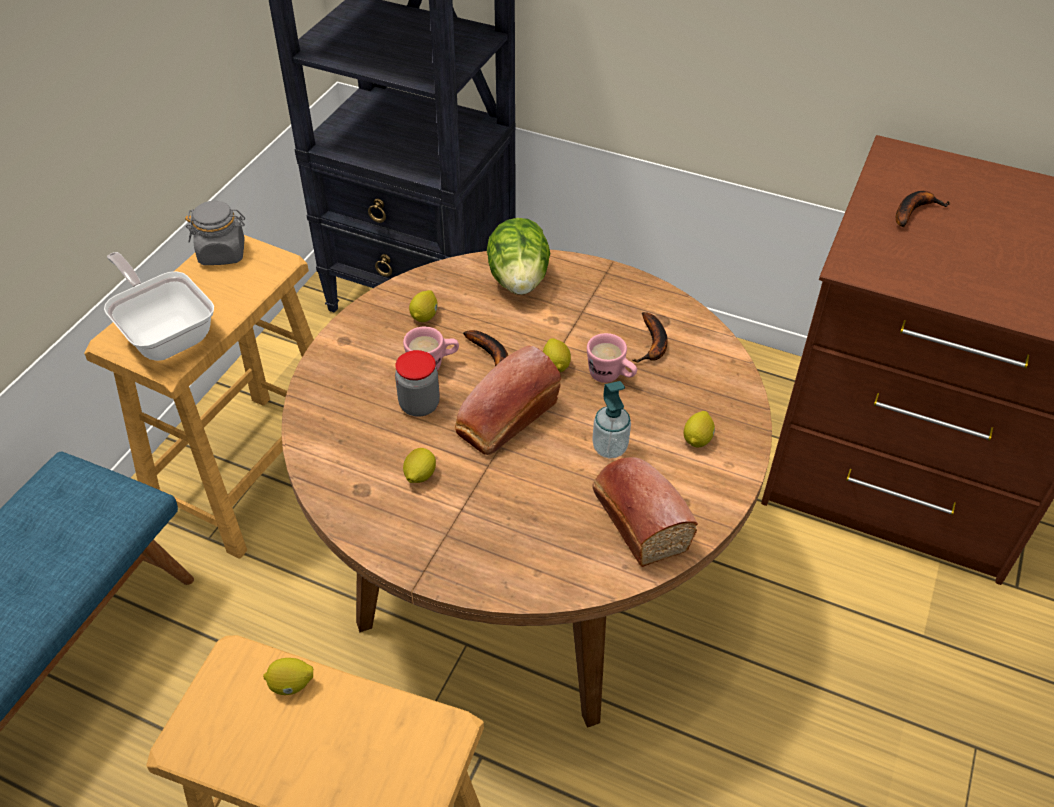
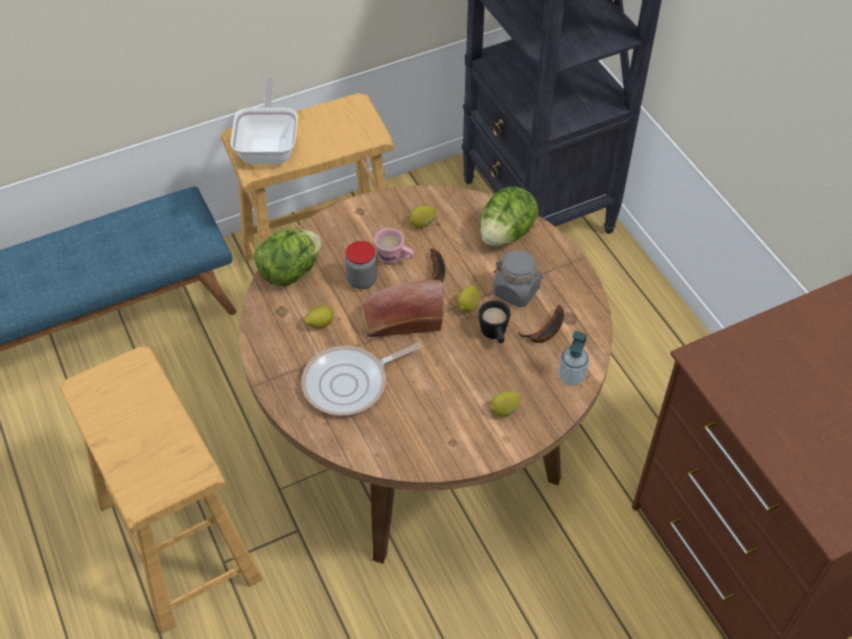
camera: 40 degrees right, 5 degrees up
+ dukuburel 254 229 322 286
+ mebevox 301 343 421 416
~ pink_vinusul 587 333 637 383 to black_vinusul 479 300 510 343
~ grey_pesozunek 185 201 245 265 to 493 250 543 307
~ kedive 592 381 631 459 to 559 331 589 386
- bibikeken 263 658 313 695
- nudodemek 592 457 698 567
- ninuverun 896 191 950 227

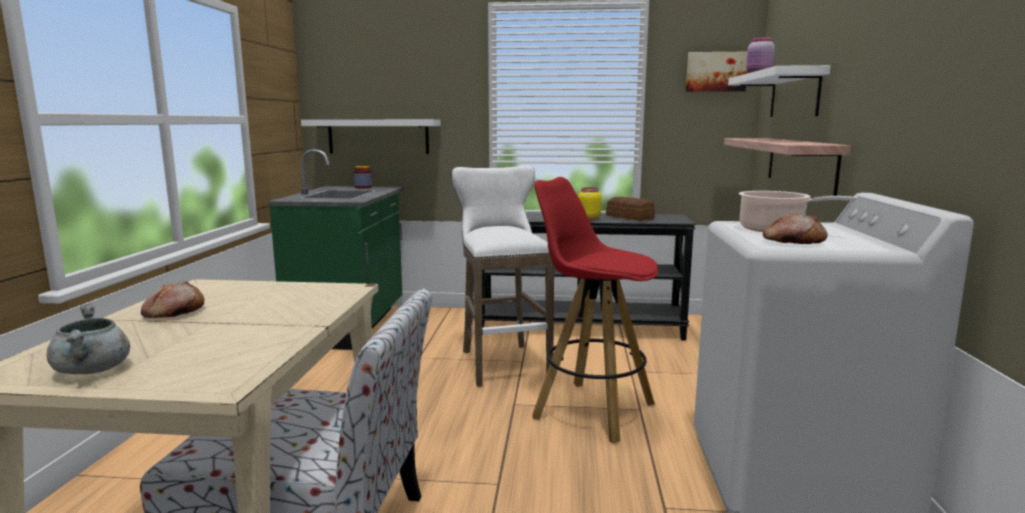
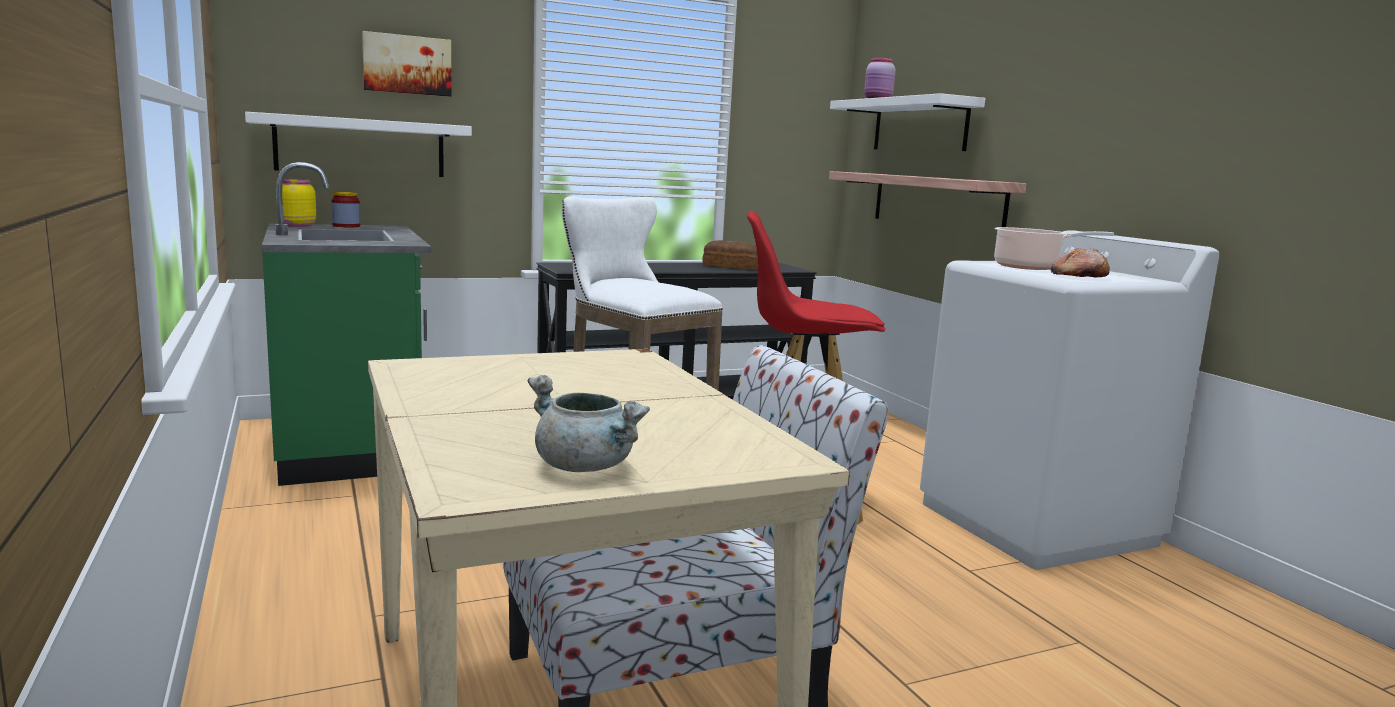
camera: 30 degrees left, 0 degrees up
~ yellow_pesozunek 578 187 601 221 to 282 179 316 227
~ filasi 686 52 747 92 to 362 31 452 97
- nudodemek 141 281 204 318

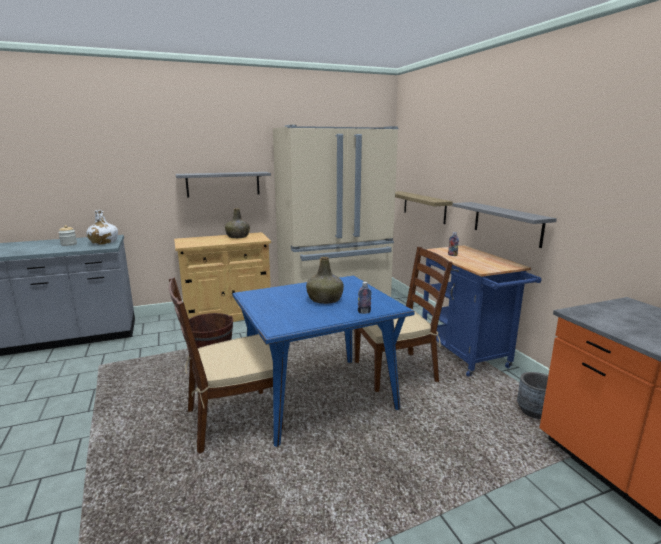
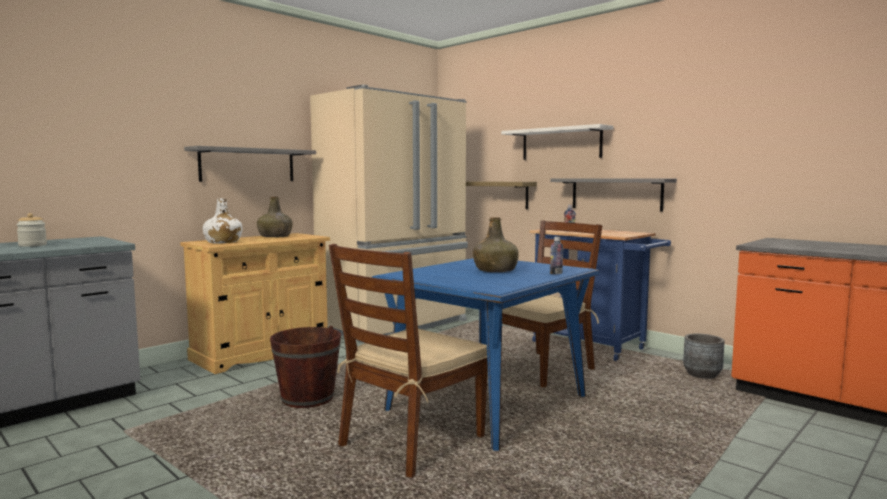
camera: 25 degrees left, 10 degrees down
~ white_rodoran 86 210 118 245 to 203 198 242 244
+ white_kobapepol 501 124 614 160

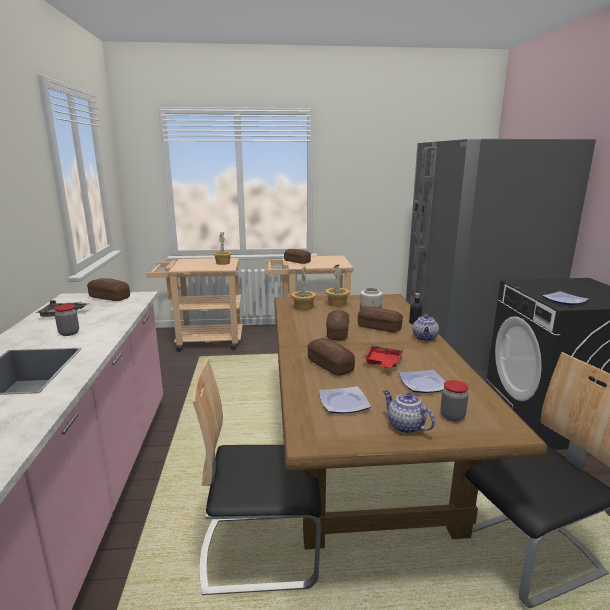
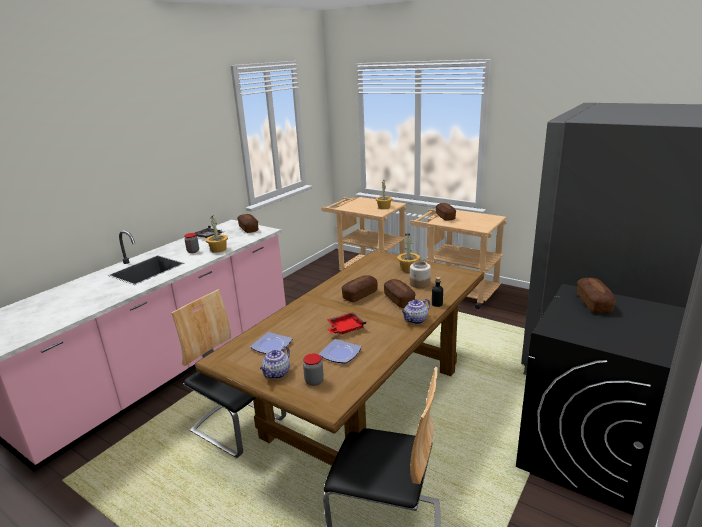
camera: 40 degrees right, 5 degrees up
~ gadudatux 291 267 316 311 to 206 215 228 253
~ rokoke 383 390 435 434 = 260 346 290 379 150 degrees counterclockwise
~ nudodemek 307 338 355 376 to 577 278 616 313
- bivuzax 542 291 589 305

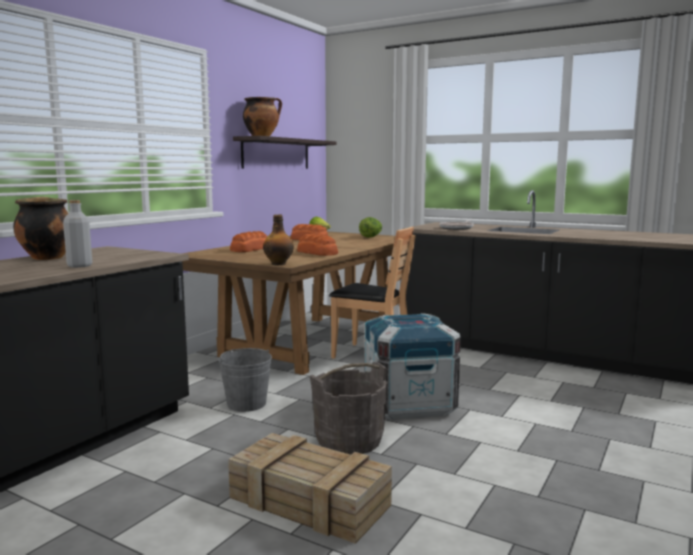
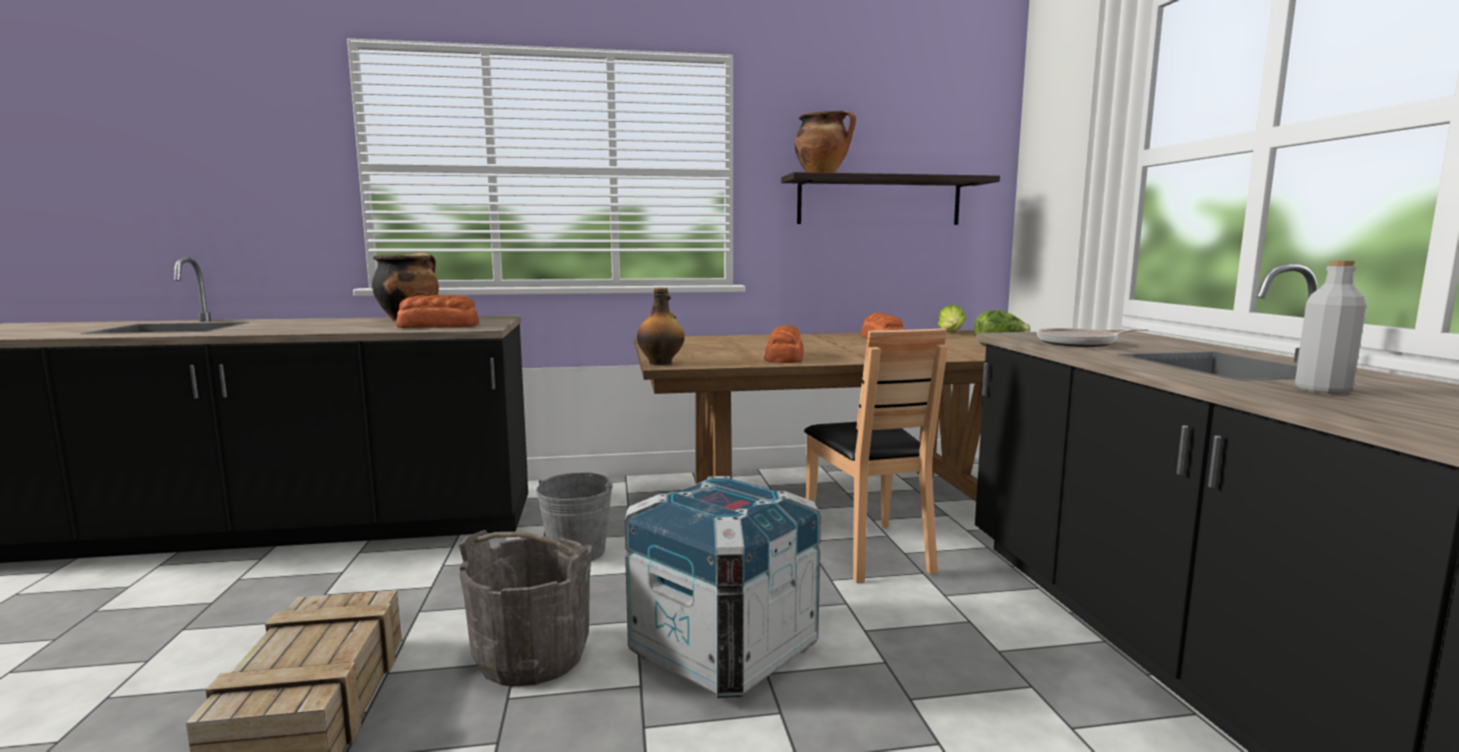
camera: 50 degrees right, 0 degrees up
~ nudodemek 230 231 267 252 to 396 295 479 328
~ grey_rodoran 63 200 92 268 to 1295 260 1367 394

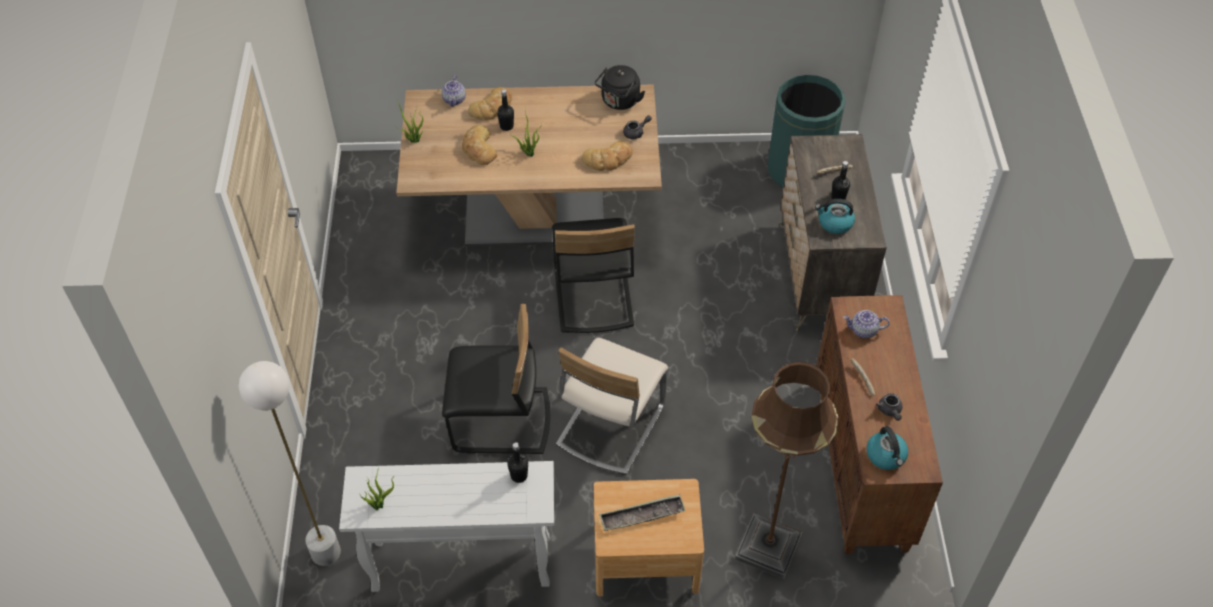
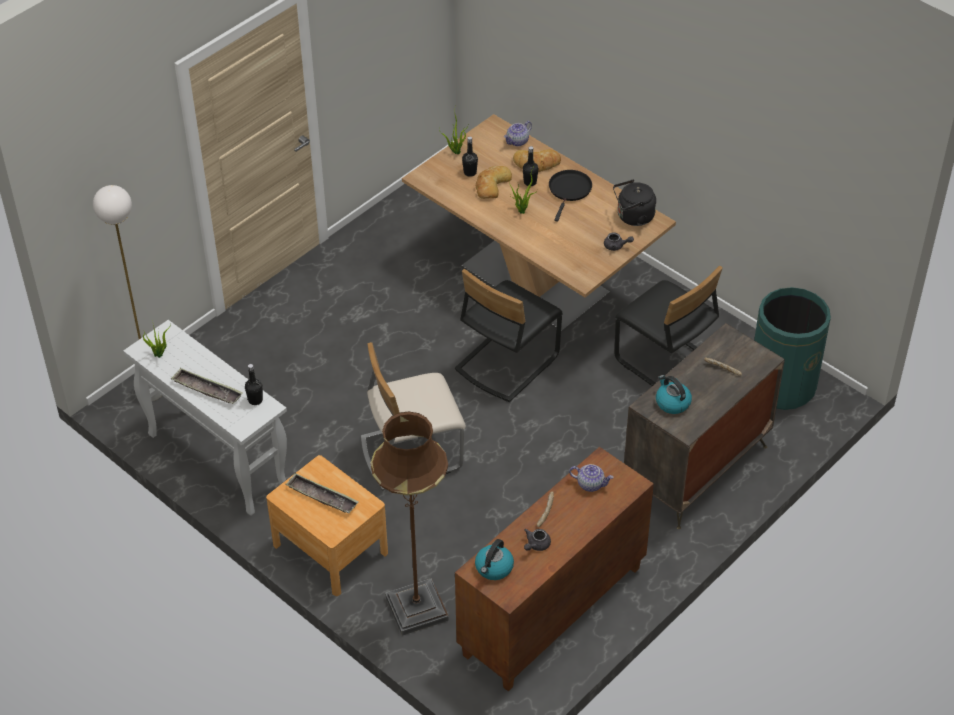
camera: 45 degrees right, 5 degrees down
+ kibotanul 171 368 243 404
~ black_rodoran 831 161 850 200 to 462 137 478 177
+ black_mebevox 549 170 592 222
~ rokoke 843 310 890 338 = 569 464 614 492 150 degrees clockwise
~ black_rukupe 442 304 550 454 to 614 266 723 386
- nudodemek 581 141 633 171

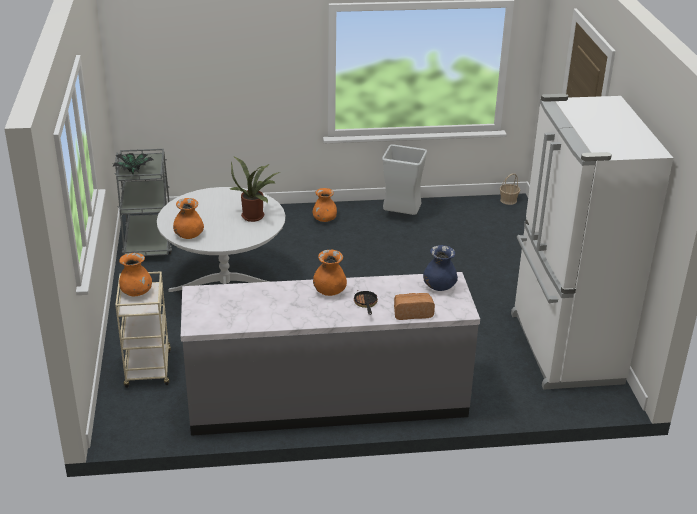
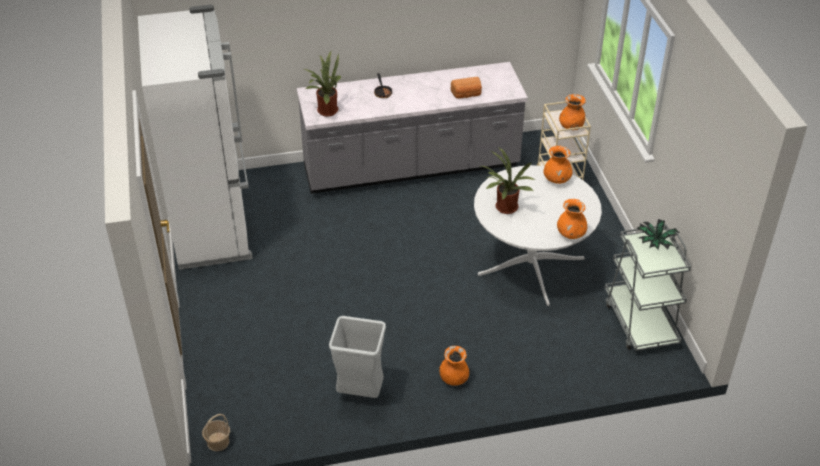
camera: 175 degrees right, 10 degrees up
~ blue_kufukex 423 245 458 291 to gadudatux 304 51 341 116
~ nudodemek 394 293 435 320 to 451 77 482 99
~ orange_kufukex 313 250 347 296 to 557 199 587 239

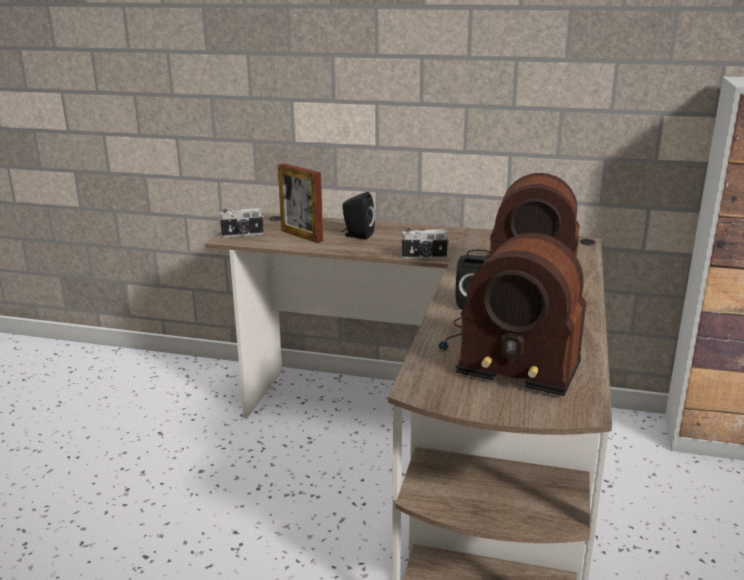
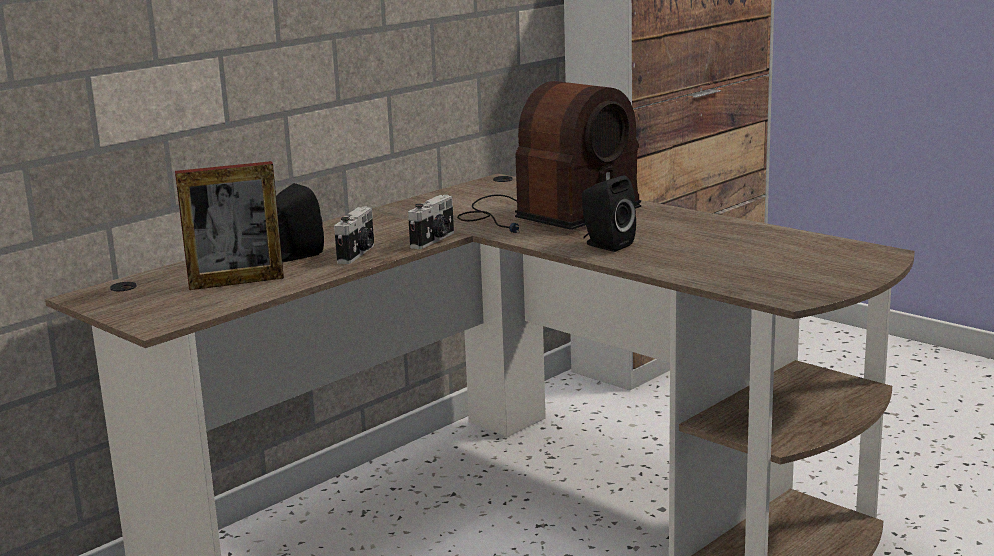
camera: 60 degrees left, 5 degrees down
~ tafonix 219 208 264 237 to 334 207 374 264
- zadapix 439 233 586 396

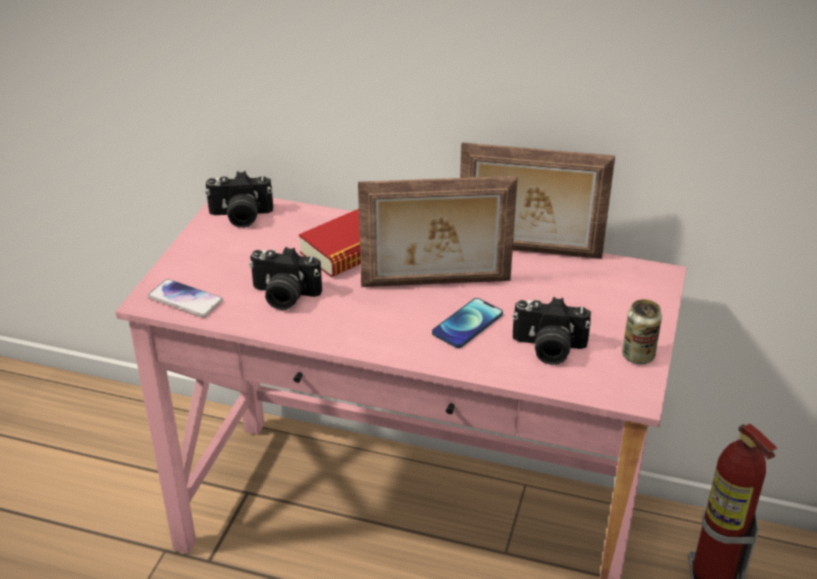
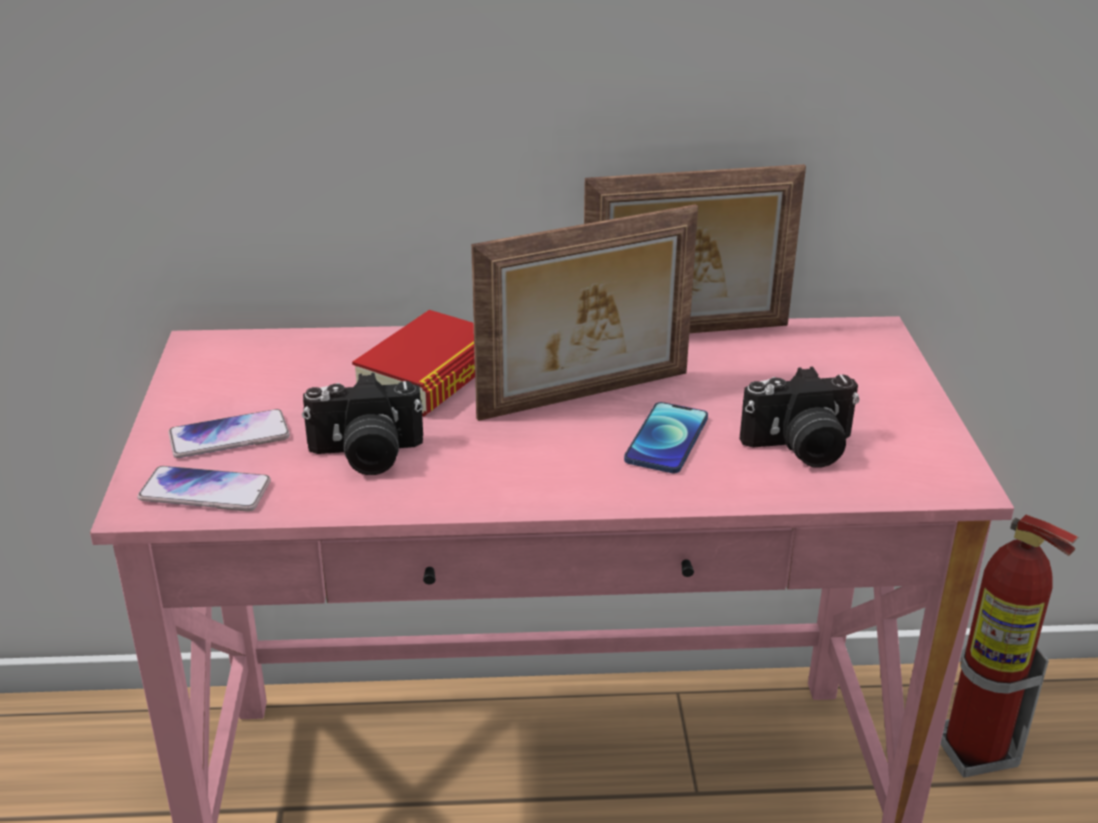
camera: 20 degrees left, 5 degrees down
+ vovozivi 168 409 290 458
- tafonix 205 171 273 228
- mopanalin 622 299 662 364

